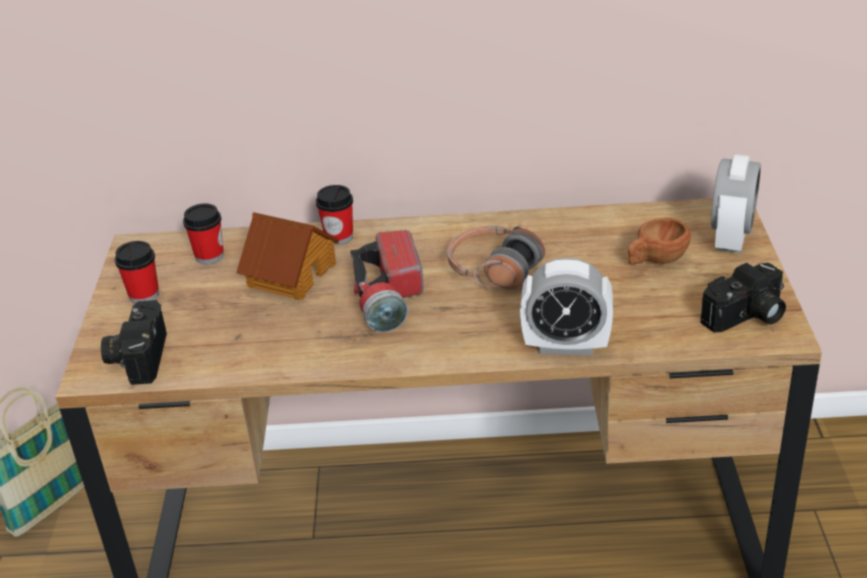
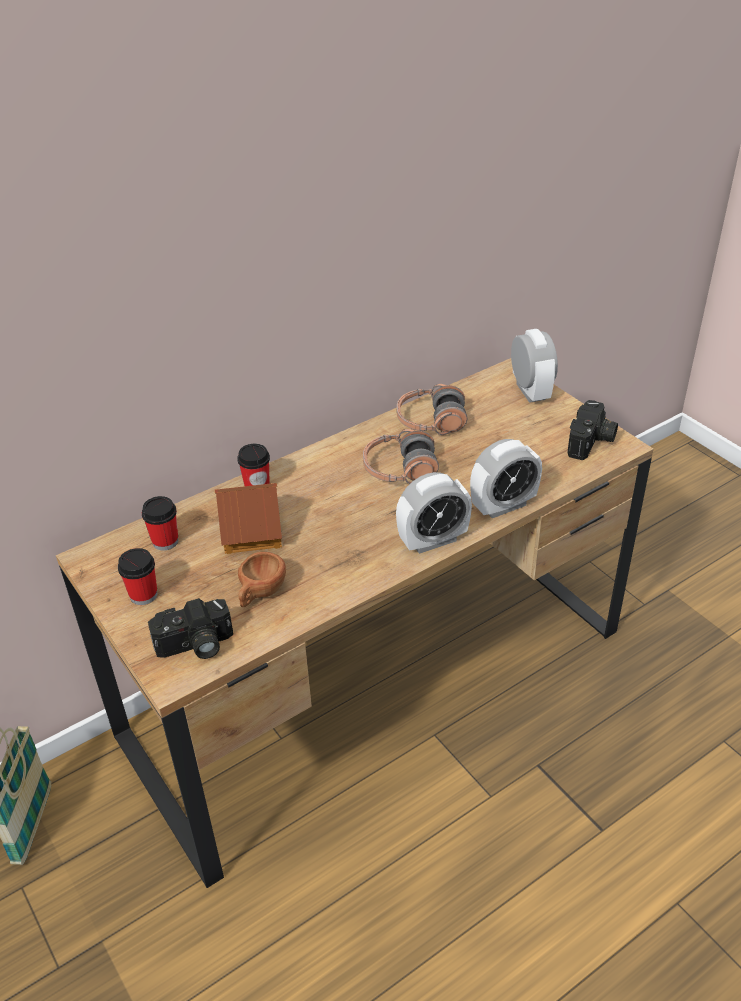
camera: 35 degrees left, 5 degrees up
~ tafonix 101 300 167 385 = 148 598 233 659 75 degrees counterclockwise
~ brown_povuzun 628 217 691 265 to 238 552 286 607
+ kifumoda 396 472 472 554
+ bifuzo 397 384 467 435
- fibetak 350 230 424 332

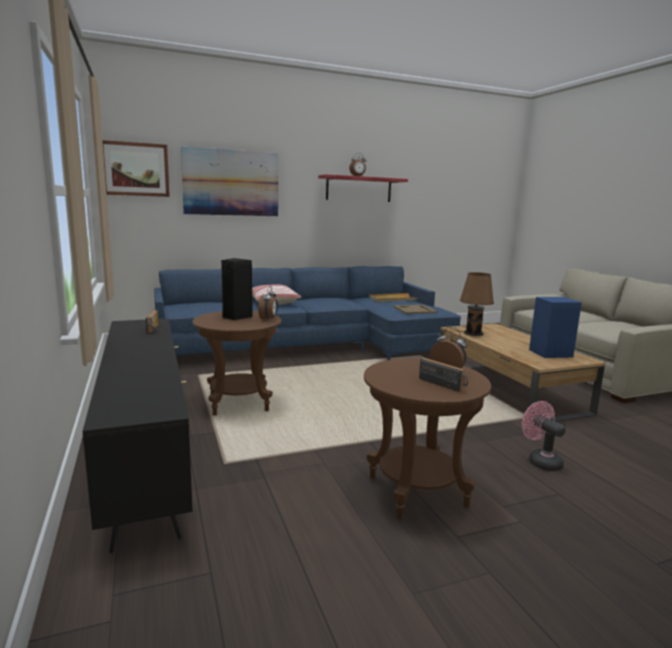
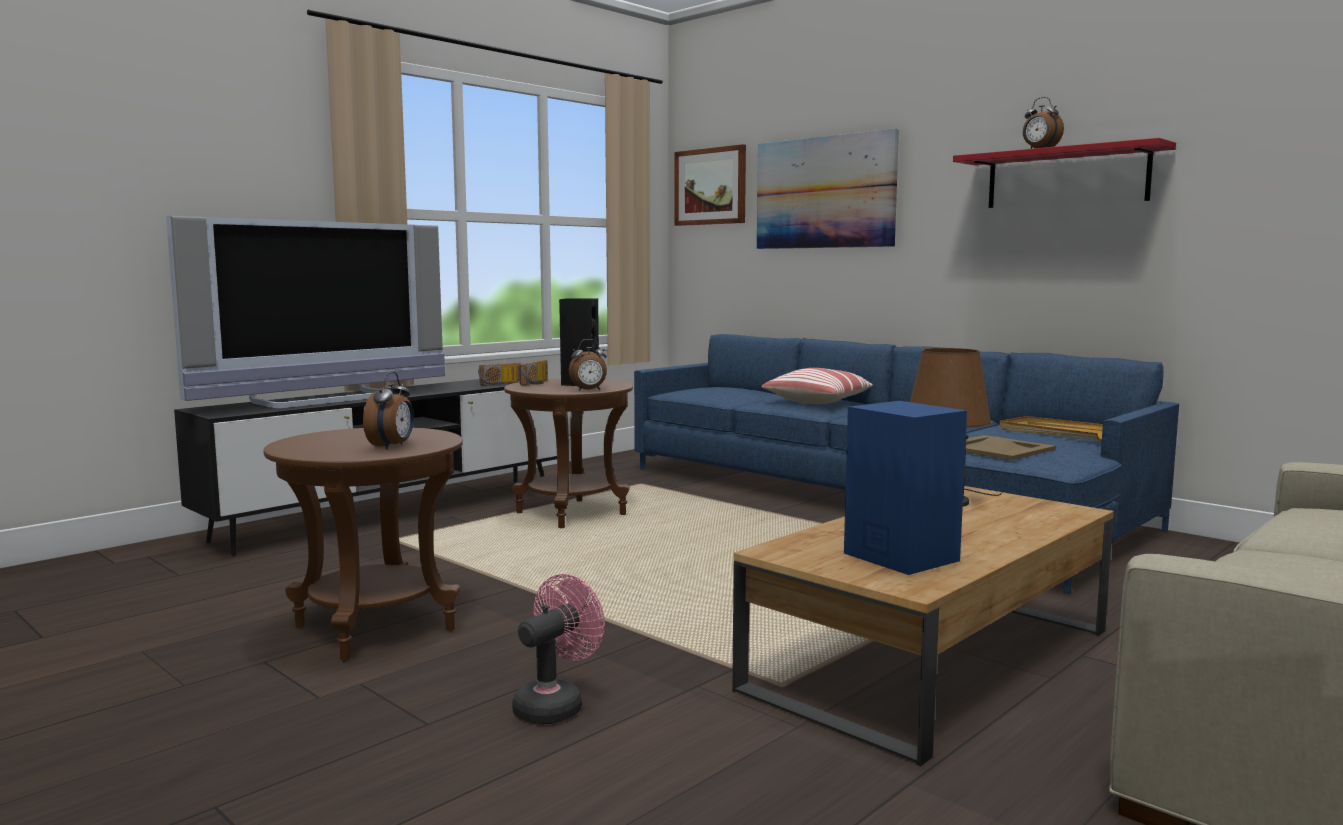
camera: 65 degrees right, 5 degrees down
+ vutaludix 166 216 445 408
~ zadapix 419 358 468 392 to 519 360 548 385

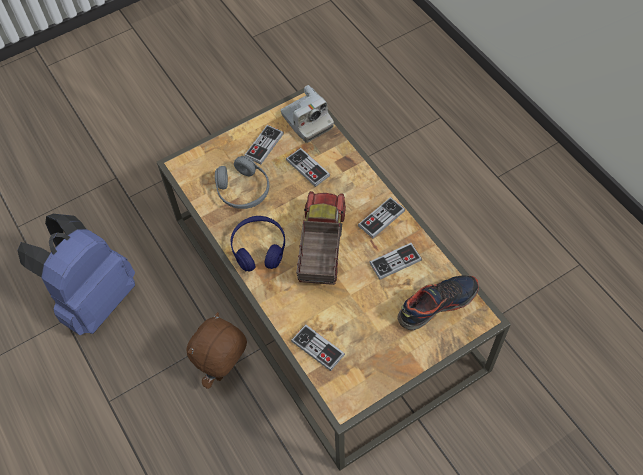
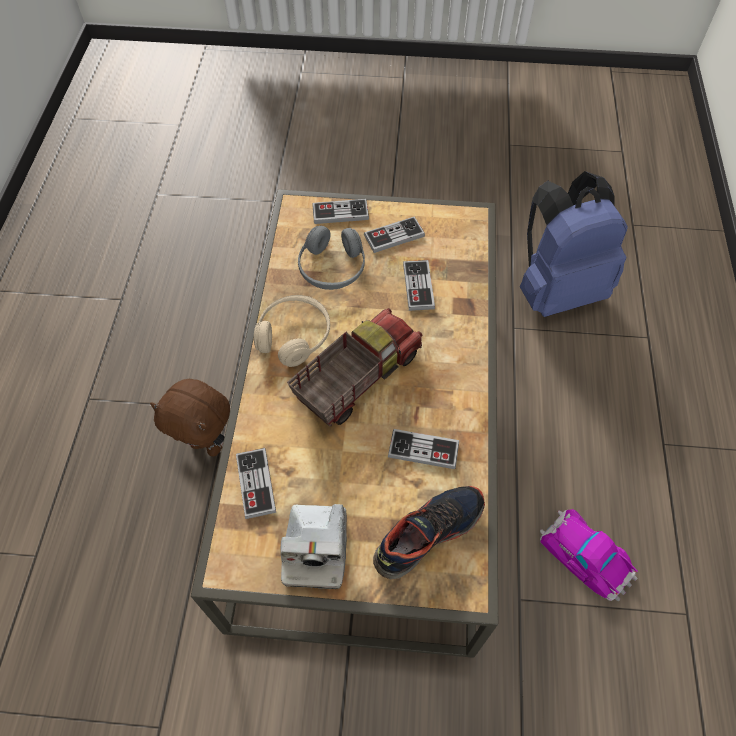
camera: 35 degrees right, 0 degrees up
~ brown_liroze 186 312 247 389 = 150 379 230 456 135 degrees counterclockwise
~ blue_bifuzo 230 216 285 272 to beige_bifuzo 254 295 330 367
~ tafonix 281 85 334 143 to 280 504 347 589
~ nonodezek 358 197 405 238 to 312 199 369 224
~ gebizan 397 275 479 330 = 373 486 485 579 45 degrees counterclockwise
~ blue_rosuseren 18 214 135 335 to 520 171 628 317
+ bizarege 540 509 638 601

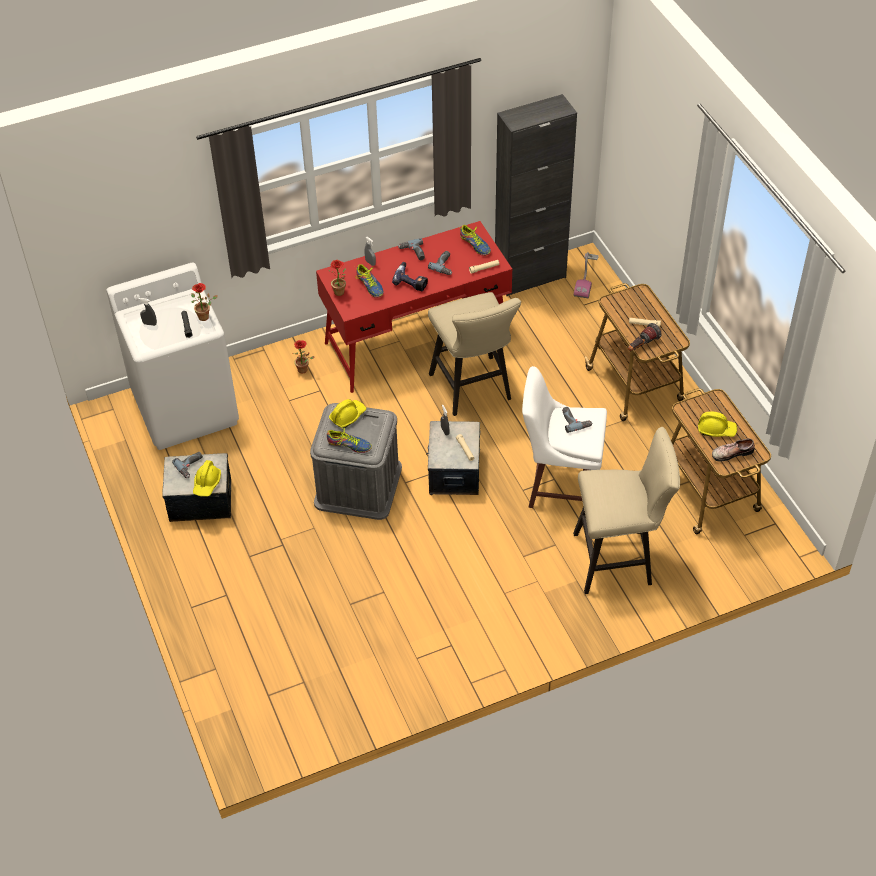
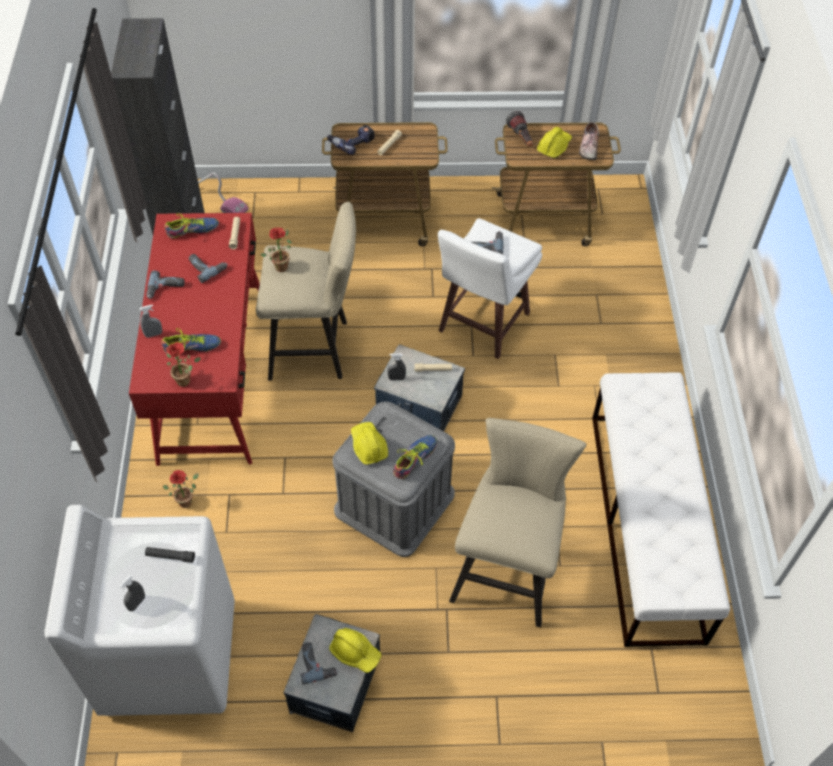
camera: 70 degrees left, 5 degrees up
~ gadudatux 191 283 218 321 to 260 227 292 272
~ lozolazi 392 262 428 291 to 327 125 375 155
~ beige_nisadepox 573 427 680 594 to 449 418 587 628
~ fibetak 628 323 662 351 to 506 111 533 147
+ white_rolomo 592 373 730 647

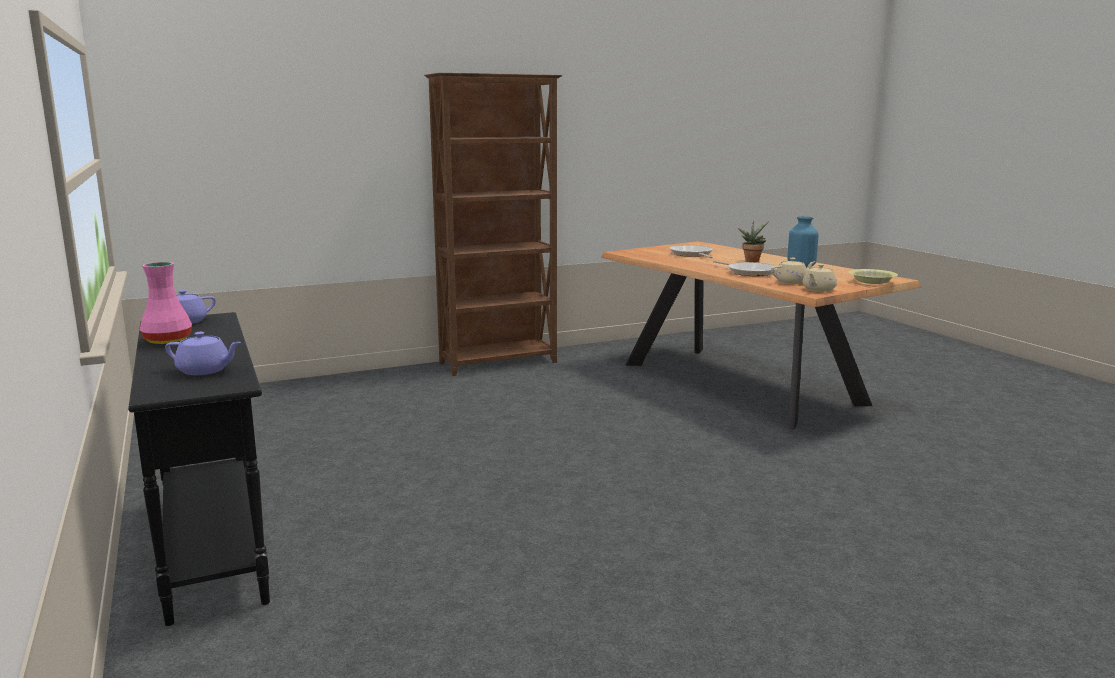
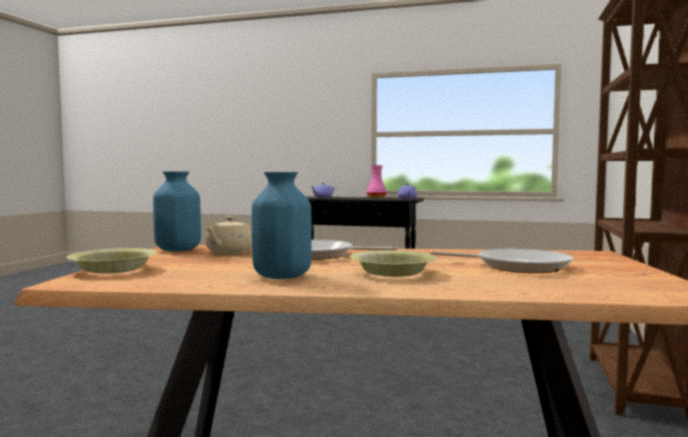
camera: 130 degrees right, 10 degrees down
~ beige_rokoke 802 264 837 292 to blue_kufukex 153 171 201 252
~ gadudatux 737 220 770 262 to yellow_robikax 350 250 437 277

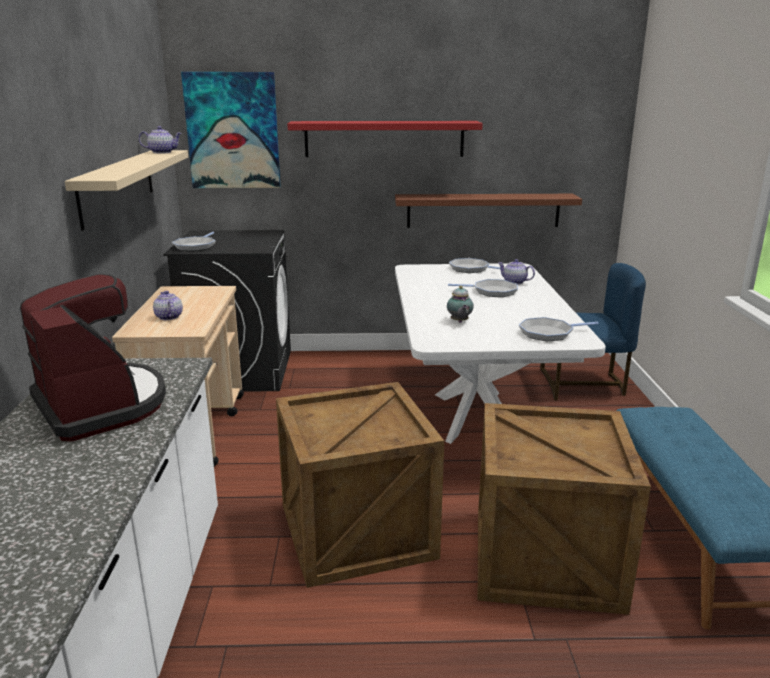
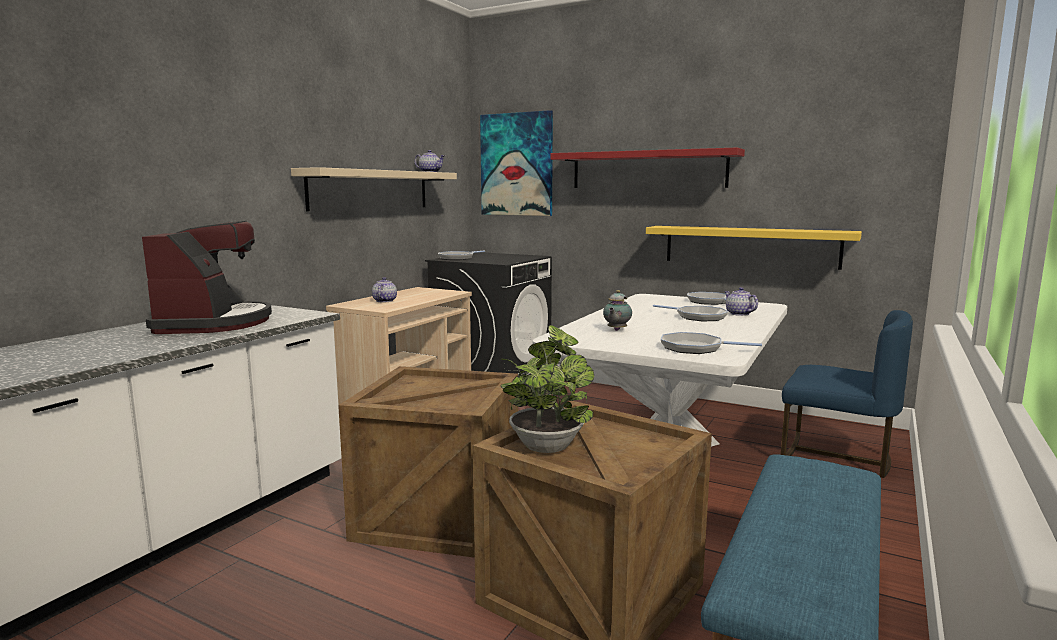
camera: 30 degrees right, 10 degrees down
+ gadudatux 500 325 594 453
~ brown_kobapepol 395 194 582 228 to yellow_kobapepol 646 226 862 270

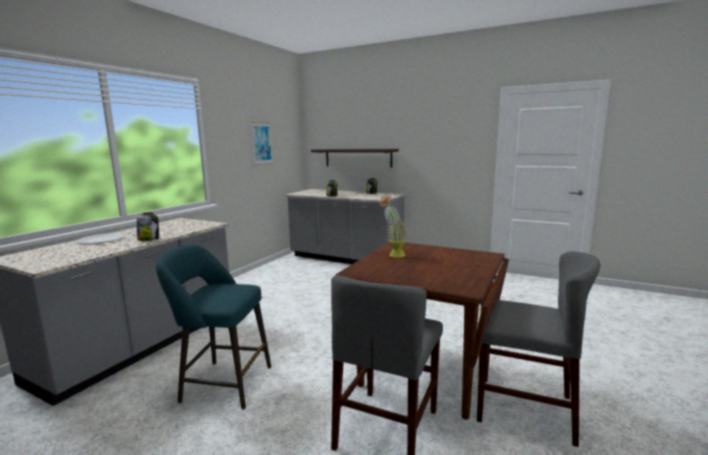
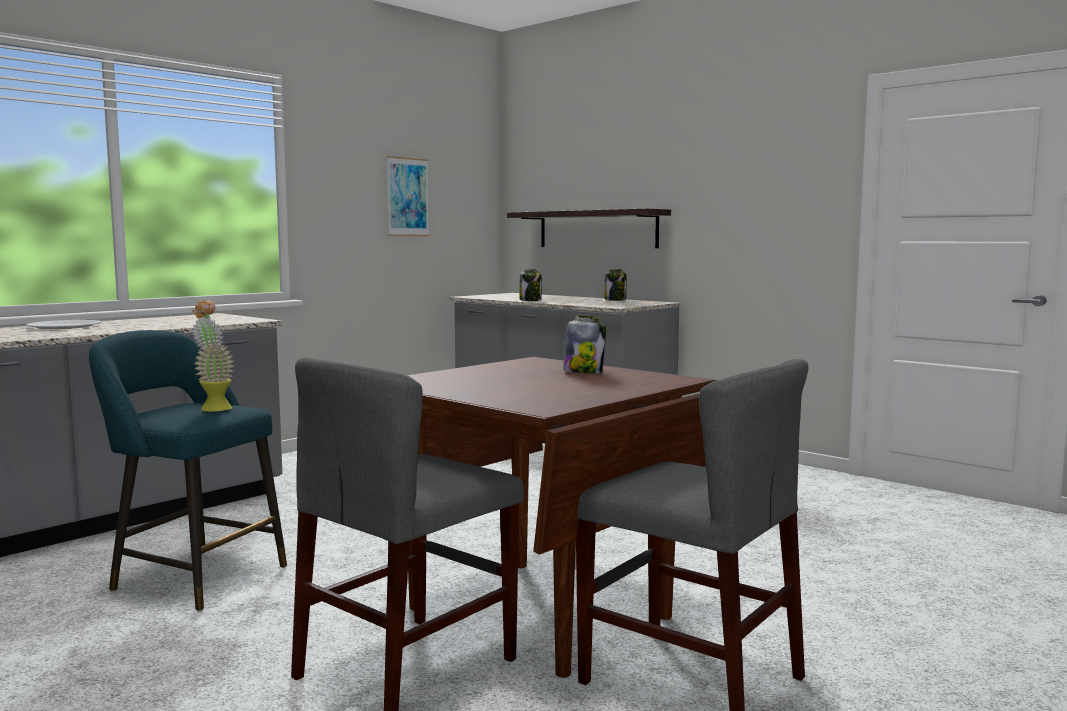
camera: 15 degrees right, 5 degrees down
~ gadudatux 380 196 407 258 to 192 300 234 411
~ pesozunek 136 212 159 241 to 563 316 606 374

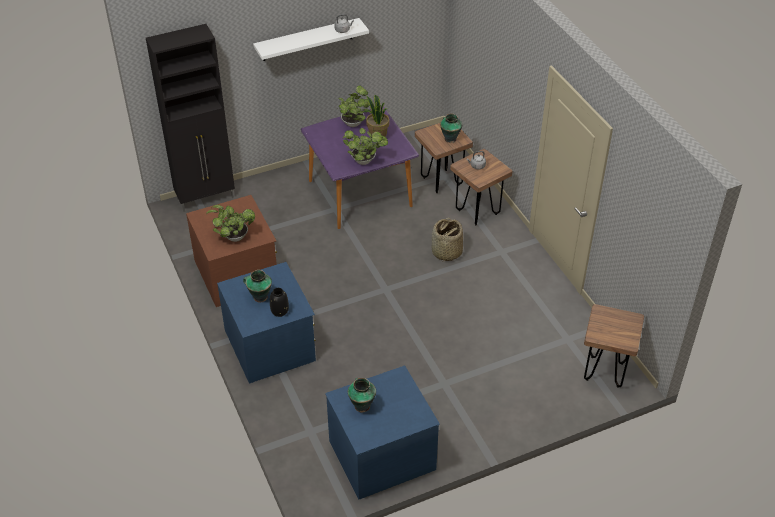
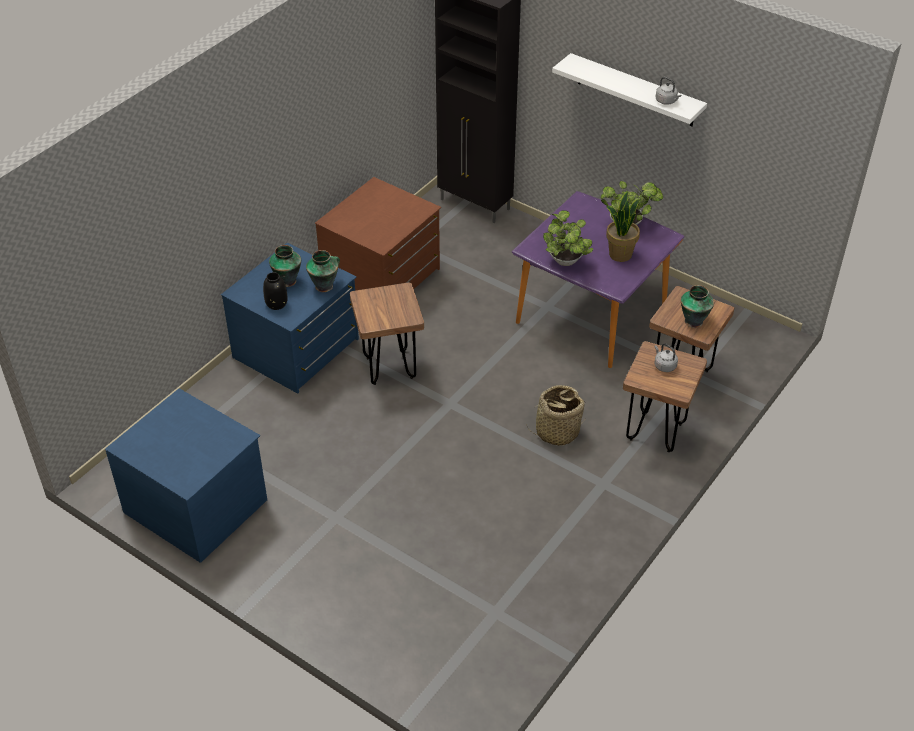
camera: 60 degrees right, 0 degrees up
~ kufukex 348 378 376 413 to 306 250 340 292
~ brown_nisadepox 584 304 644 388 to 350 282 424 385
- gadudatux 206 205 255 242

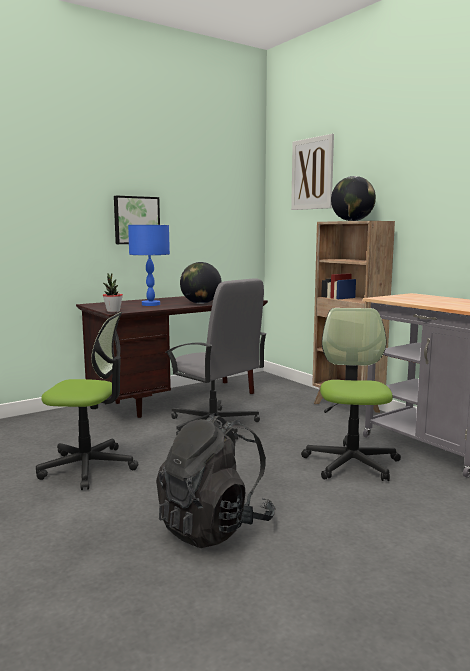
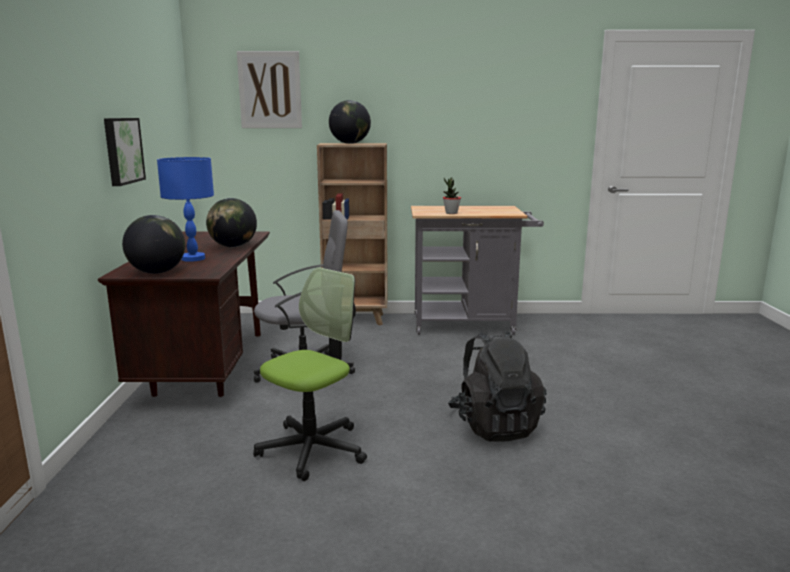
camera: 55 degrees left, 5 degrees up
+ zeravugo 122 215 185 274
~ gadudatux 103 273 123 313 to 443 178 461 214
- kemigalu 301 308 401 481

